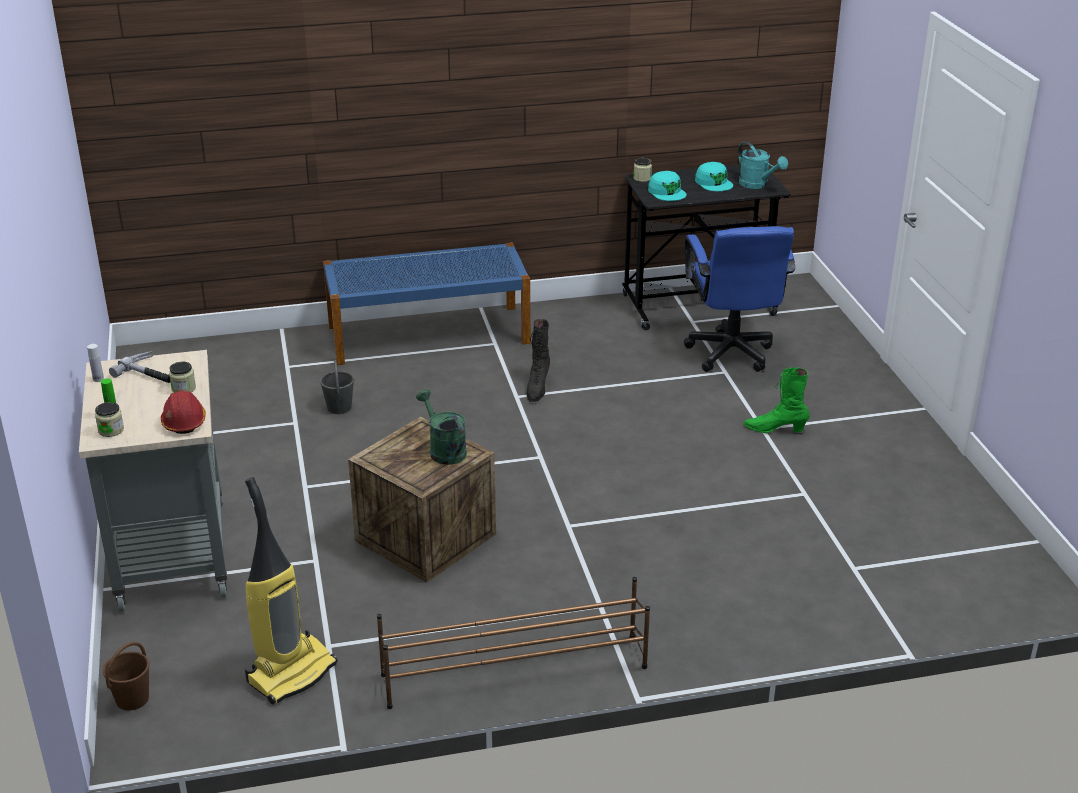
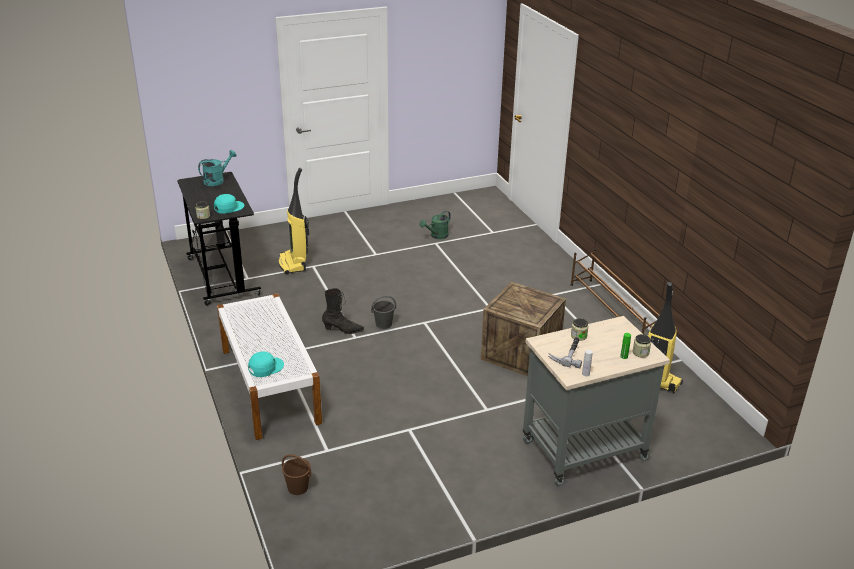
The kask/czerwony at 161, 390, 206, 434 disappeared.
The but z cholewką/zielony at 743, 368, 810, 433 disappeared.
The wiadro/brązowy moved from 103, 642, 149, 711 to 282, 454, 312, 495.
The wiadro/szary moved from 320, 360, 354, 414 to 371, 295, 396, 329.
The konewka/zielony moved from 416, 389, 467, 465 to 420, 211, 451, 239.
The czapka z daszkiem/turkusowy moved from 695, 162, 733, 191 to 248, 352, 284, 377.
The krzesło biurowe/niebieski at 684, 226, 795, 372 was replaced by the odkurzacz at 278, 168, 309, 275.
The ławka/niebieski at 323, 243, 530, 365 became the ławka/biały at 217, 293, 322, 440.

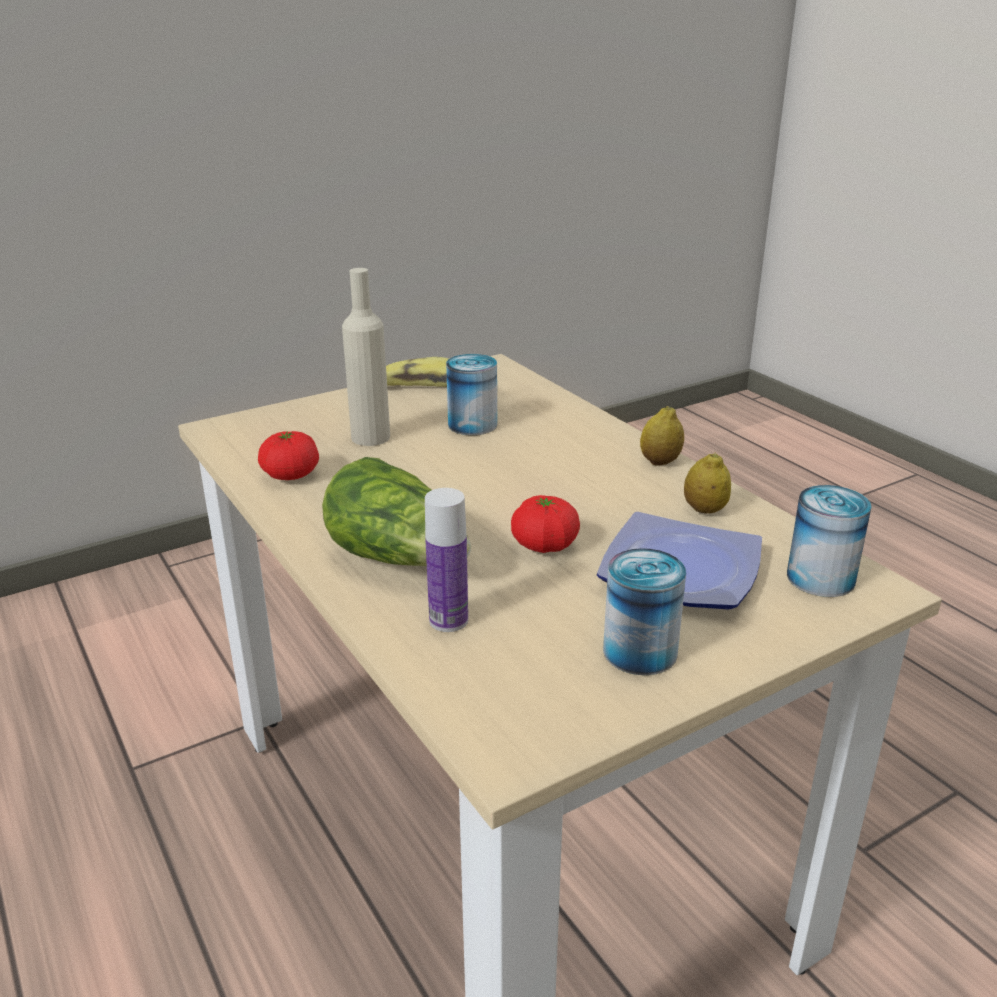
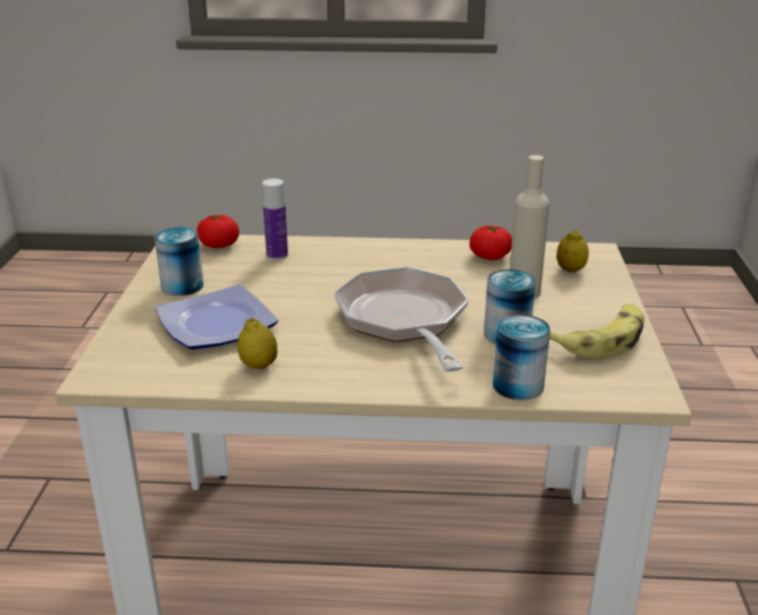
The sałata at 322, 457, 471, 566 disappeared.
The patelnia at 334, 267, 469, 372 appeared.
The pomidor moved from 511, 495, 580, 553 to 197, 215, 239, 248.
The cytryna moved from 640, 406, 684, 466 to 557, 230, 589, 272.
The puszka moved from 787, 485, 871, 597 to 493, 314, 550, 400.

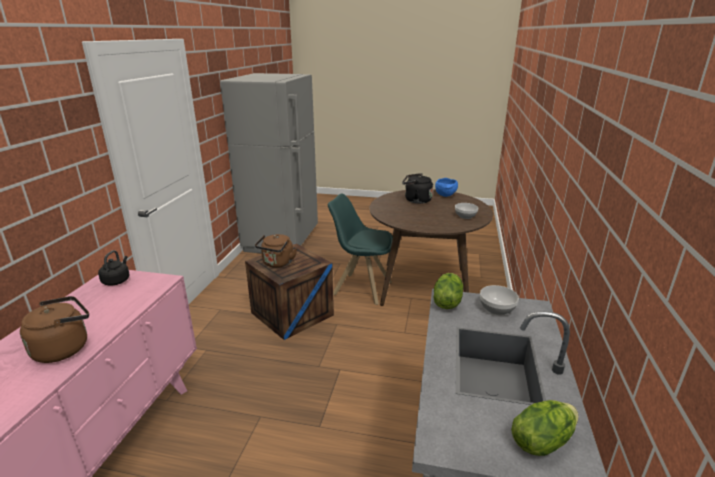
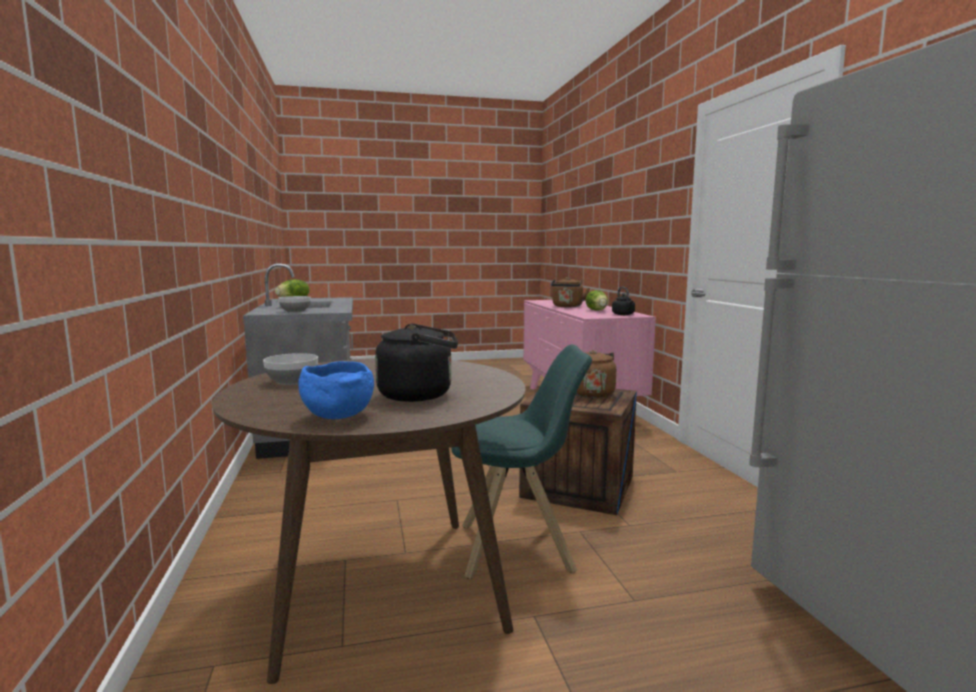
The sałata moved from 434, 273, 463, 309 to 586, 290, 608, 311.

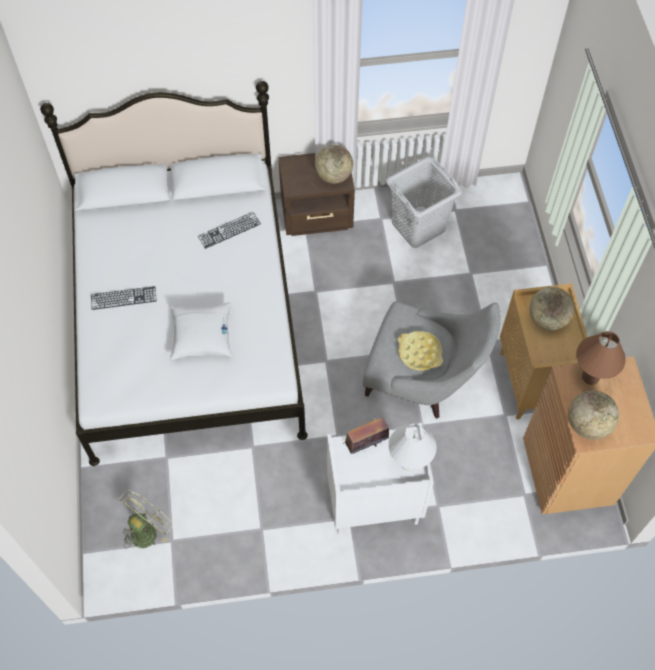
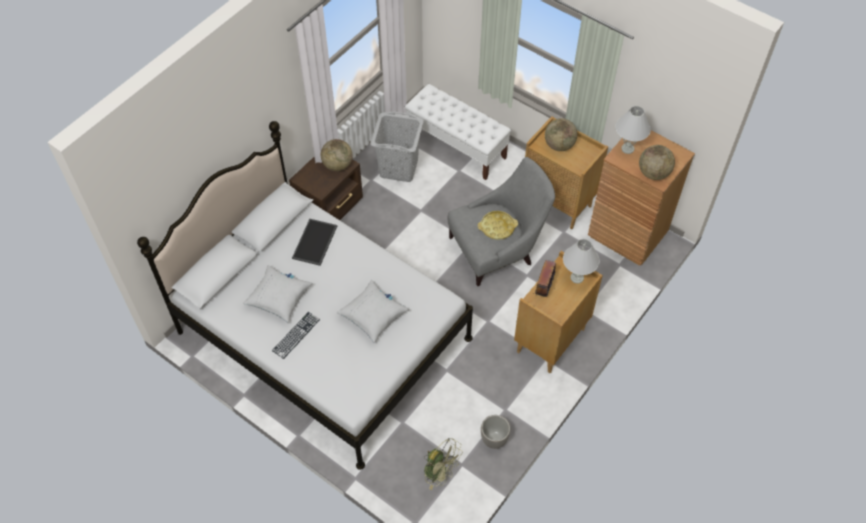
The poduszka/szary at 243, 265, 313, 323 appeared.
The ławka/biały at 405, 84, 511, 180 appeared.
The donica at 481, 415, 510, 449 appeared.
The klawiatura at 198, 212, 261, 249 was replaced by the taca at 292, 219, 337, 266.
The szafka/biały at 327, 423, 434, 535 became the szafka/brązowy at 514, 251, 603, 373.
The lampa stołowa/brązowy at 576, 331, 626, 385 became the lampa stołowa/biały at 615, 106, 651, 154.
The wentylator/zielony at 119, 490, 173, 548 turned 135 degrees clockwise.

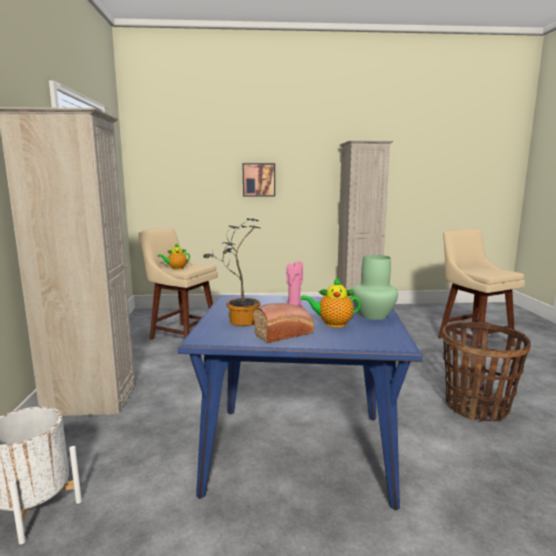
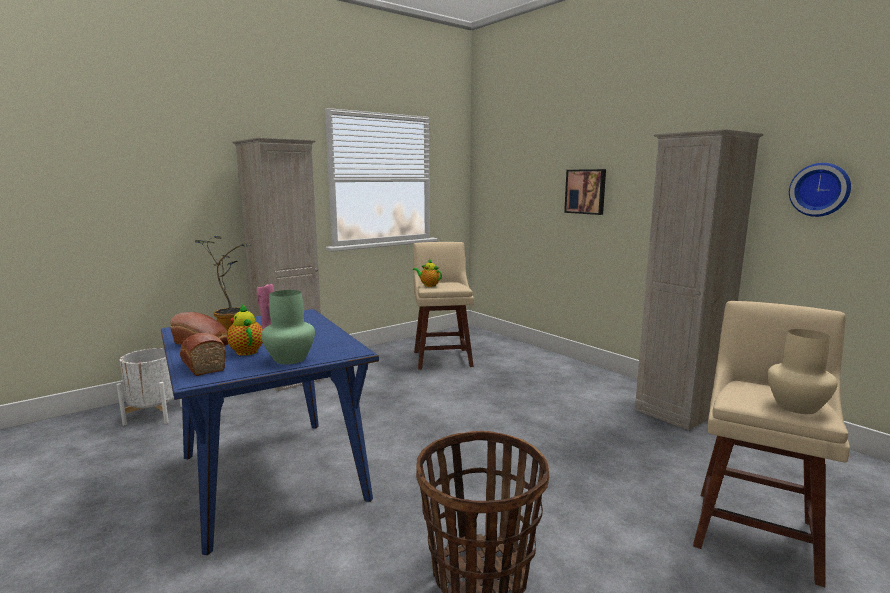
The chleb at 180, 333, 226, 376 appeared.
The wazon/beżowy at 767, 329, 838, 414 appeared.
The zegar ścienny at 789, 163, 851, 217 appeared.

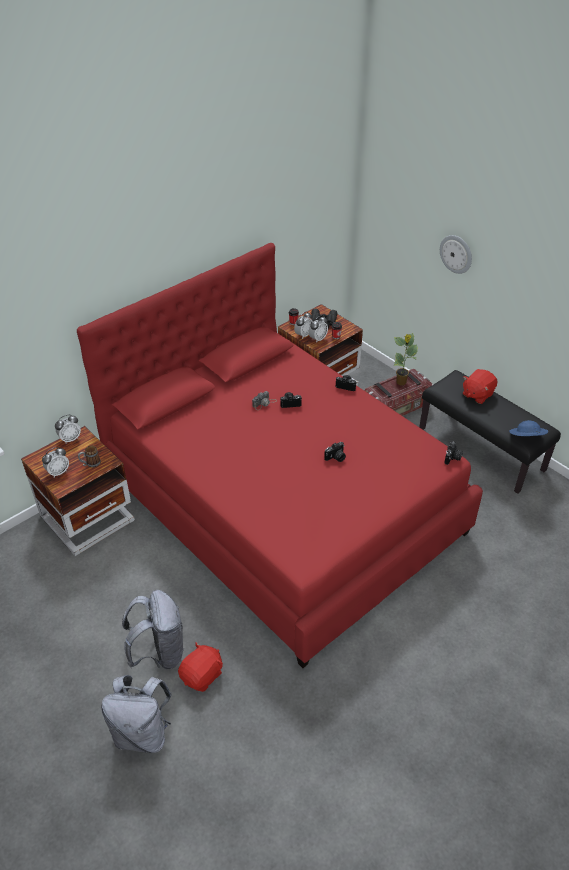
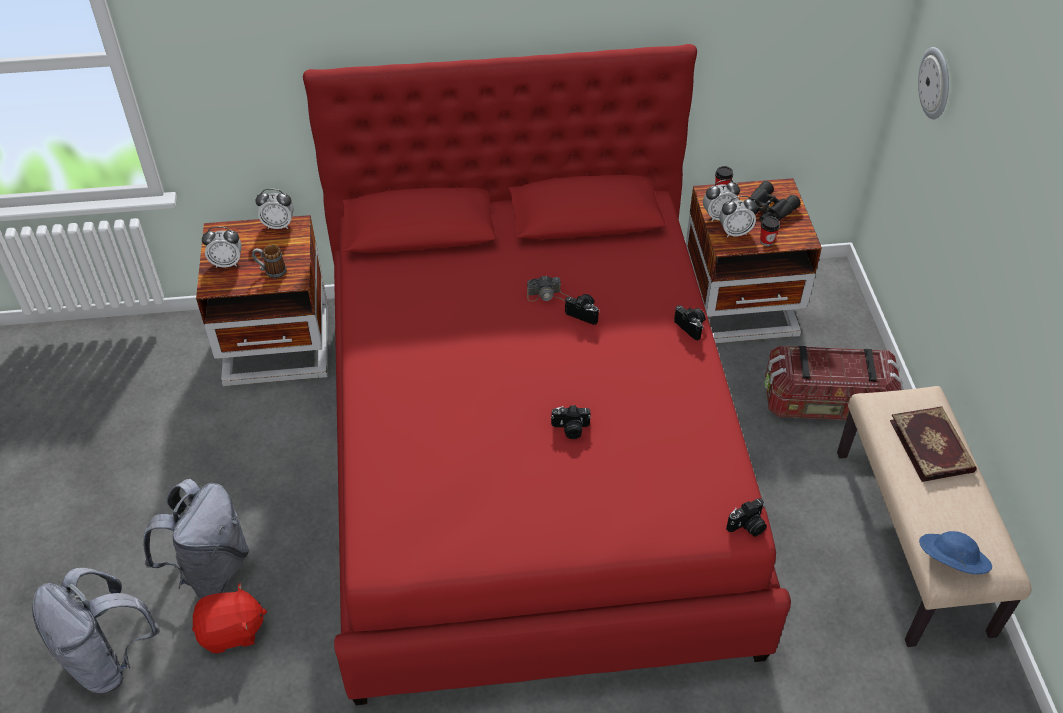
The roślina doniczkowa at 394, 333, 418, 385 disappeared.
The zegar ścienny moved from 440, 235, 472, 274 to 918, 47, 949, 120.
The pluszak/czerwony at 463, 369, 497, 404 was replaced by the książka at 890, 406, 977, 482.
The ławka/czarny at 419, 370, 561, 494 became the ławka/beżowy at 837, 386, 1032, 647.

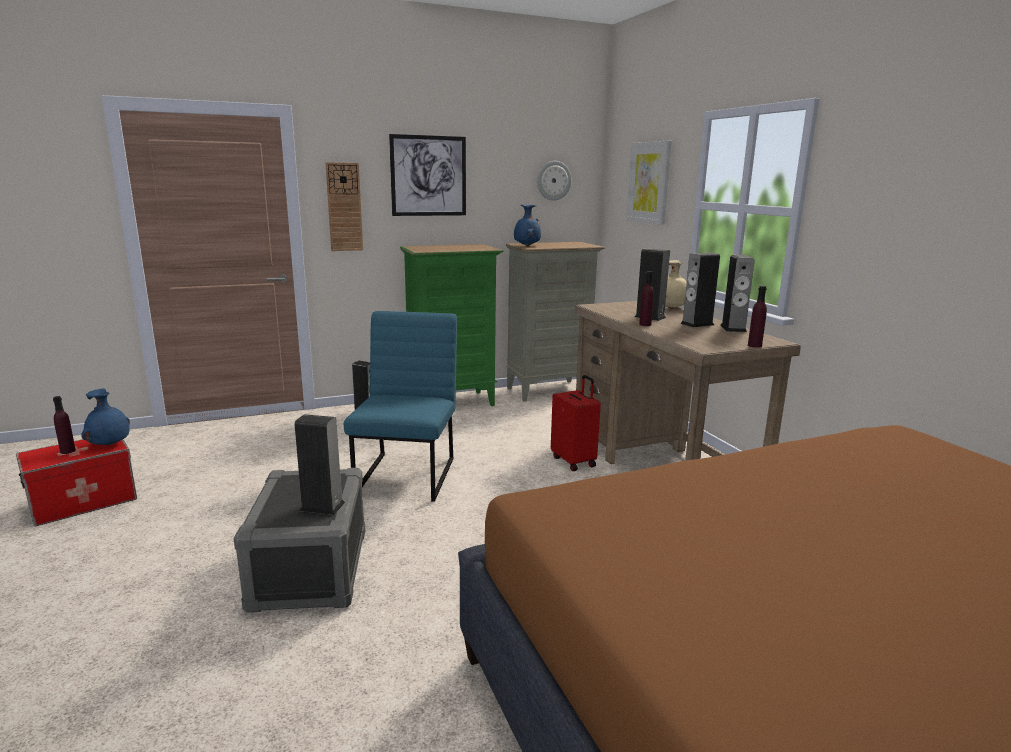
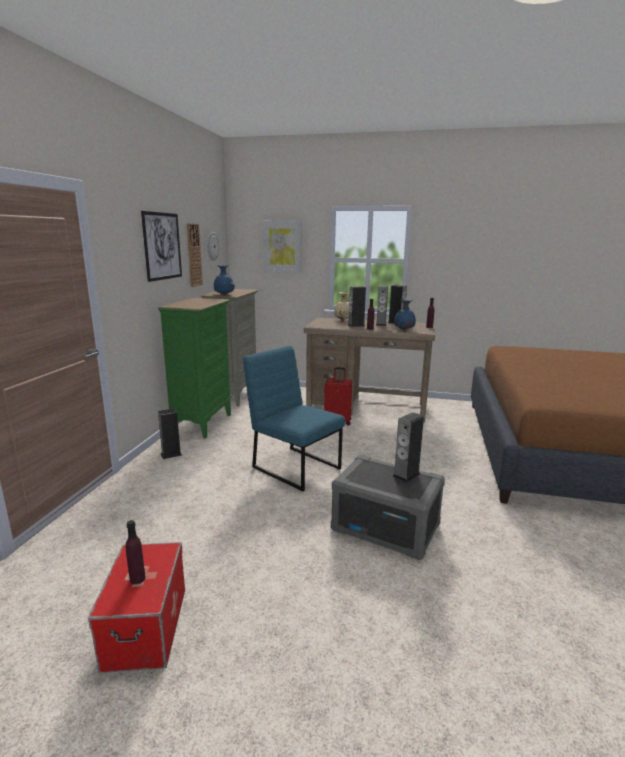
The wazon/niebieski moved from 81, 388, 130, 445 to 394, 299, 416, 330.
The zegar ścienny moved from 325, 162, 363, 251 to 187, 223, 203, 287.

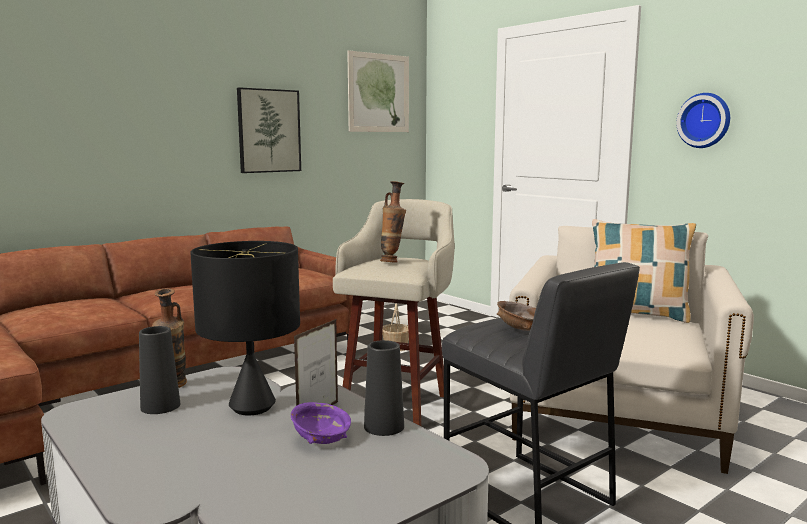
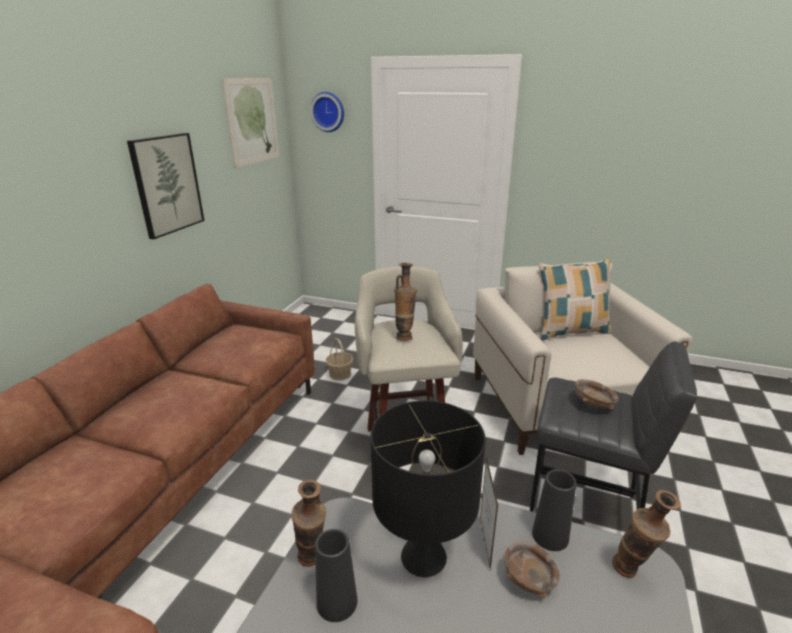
The wazon at 612, 490, 681, 578 appeared.
The zegar ścienny moved from 676, 93, 730, 148 to 310, 92, 344, 132.
The miska/fioletowy at 291, 402, 351, 444 became the miska/brązowy at 505, 541, 560, 598.

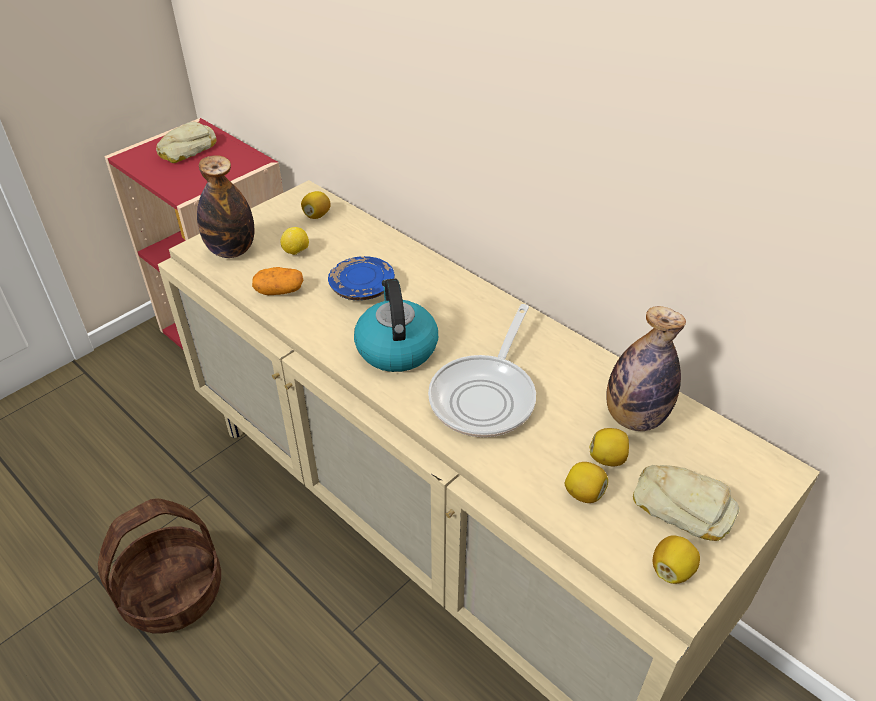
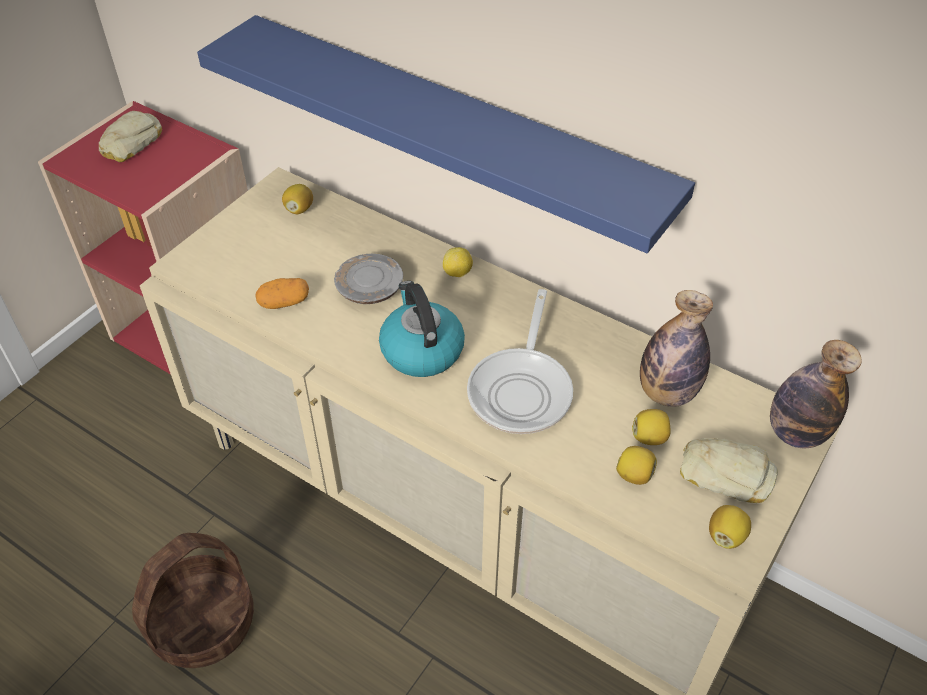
The półka/niebieski at 197, 15, 695, 253 appeared.
The butelka moved from 197, 155, 254, 258 to 770, 340, 861, 448.
The cytryna moved from 280, 227, 309, 255 to 443, 247, 473, 277.
The talerz/niebieski at 328, 256, 395, 300 became the talerz/szary at 334, 254, 403, 304.

